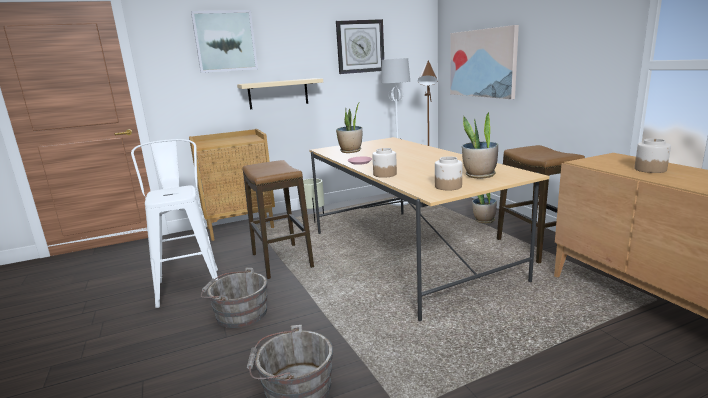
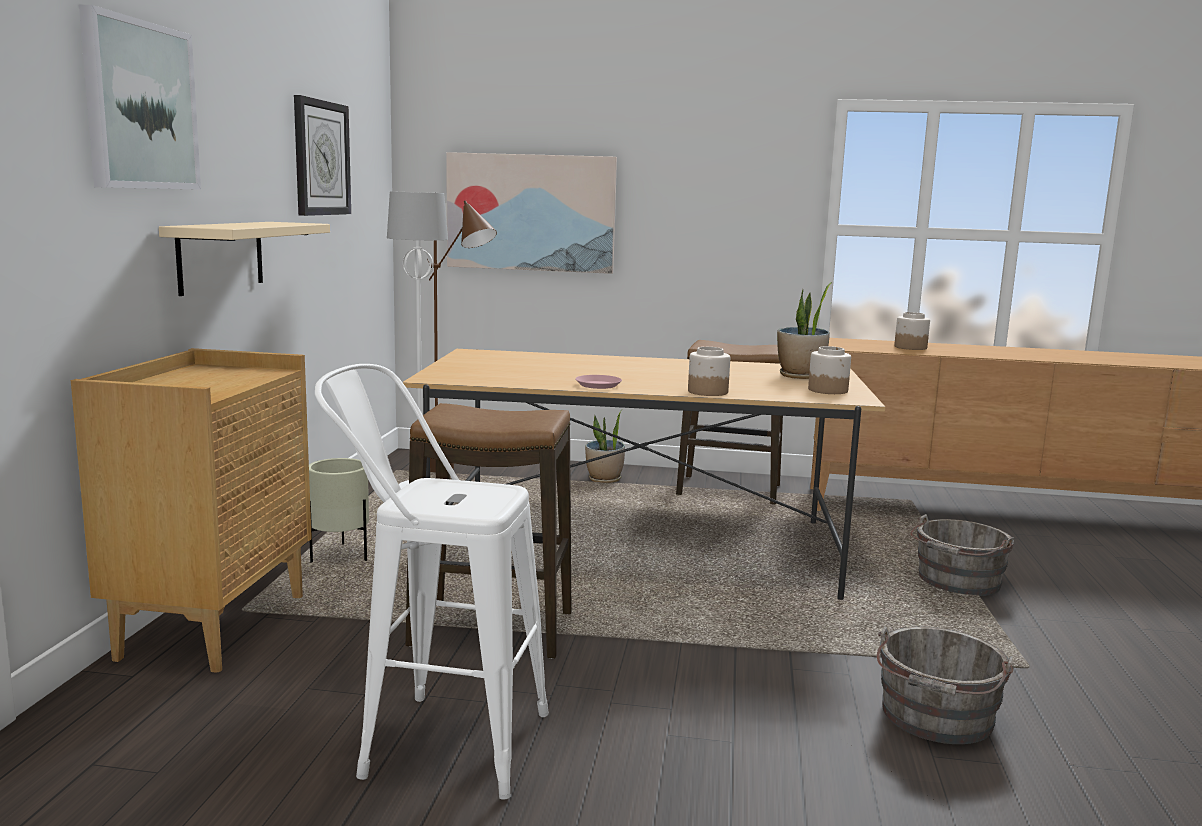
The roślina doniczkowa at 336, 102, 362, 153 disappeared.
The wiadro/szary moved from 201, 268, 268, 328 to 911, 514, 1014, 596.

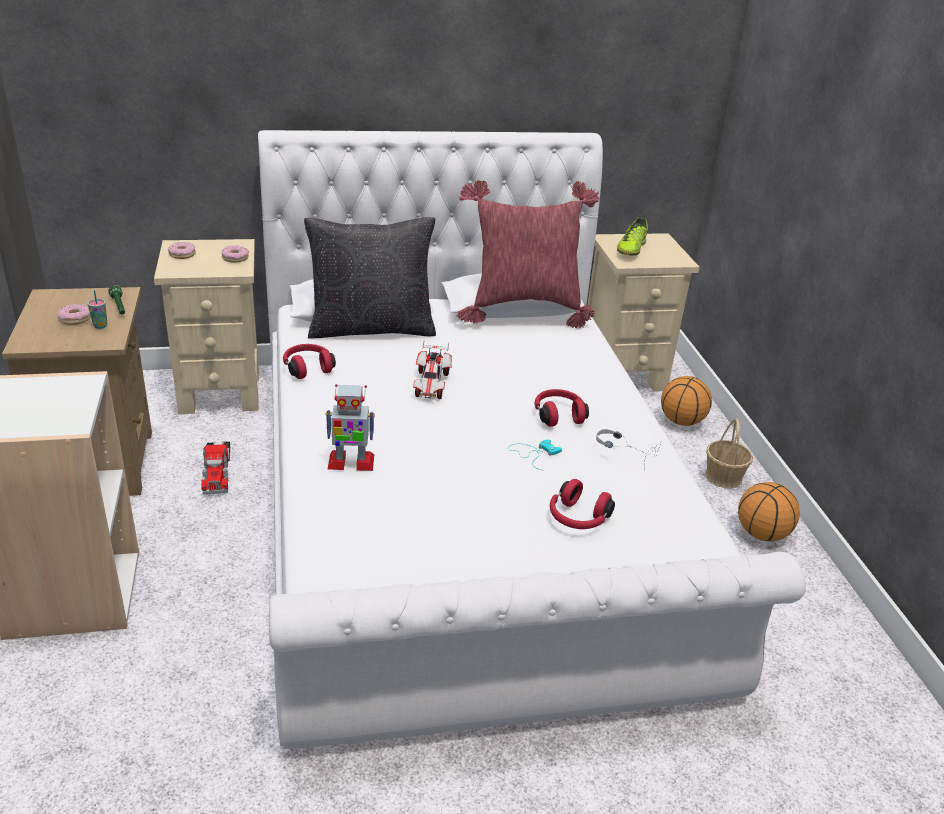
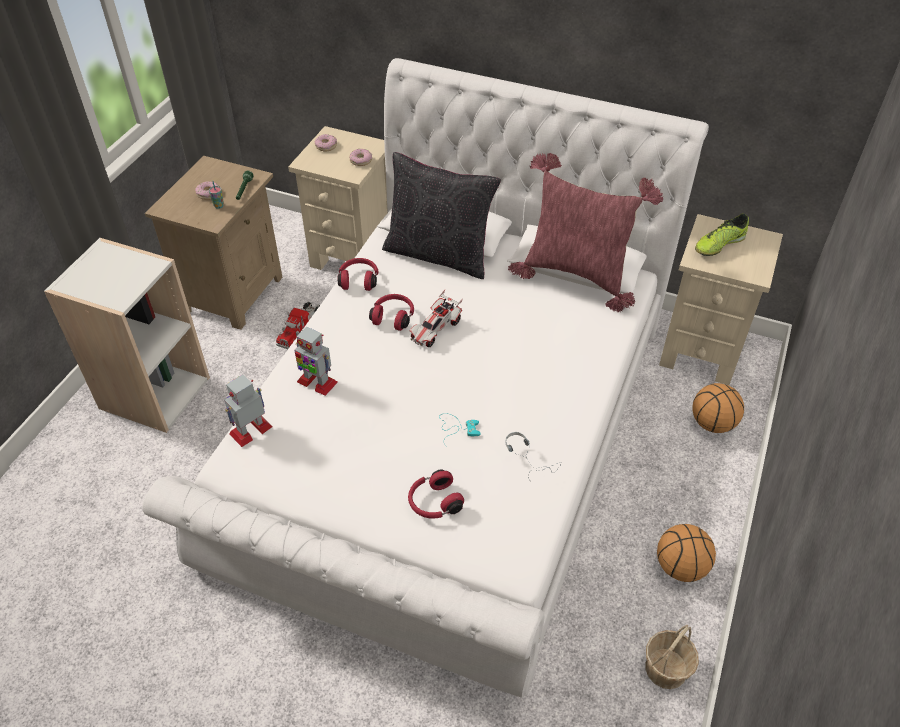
The robot zabawkowy at 224, 374, 273, 447 appeared.
The słuchawki/czerwony moved from 535, 389, 589, 427 to 369, 294, 414, 331.
The koszyk moved from 705, 418, 753, 488 to 646, 625, 699, 689.

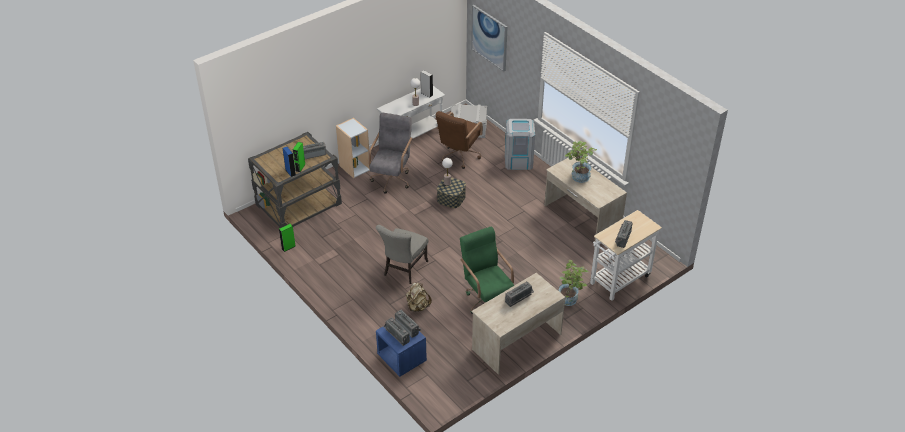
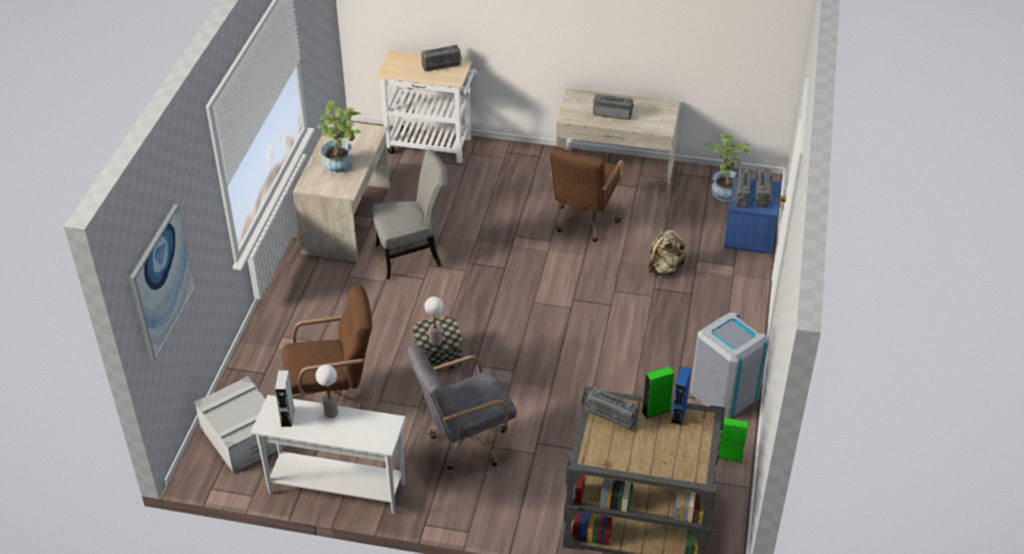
The regał at 336, 118, 370, 178 disappeared.
The krzesło/szary moved from 376, 225, 428, 284 to 372, 149, 448, 280.
The kosz na śmieci/szary moved from 505, 119, 535, 170 to 691, 312, 769, 418.
The roślina doniczkowa moved from 559, 260, 589, 306 to 705, 134, 751, 202.
The krzesło biurowe/zielony at 460, 227, 514, 314 became the krzesło biurowe/brązowy at 549, 146, 624, 242.

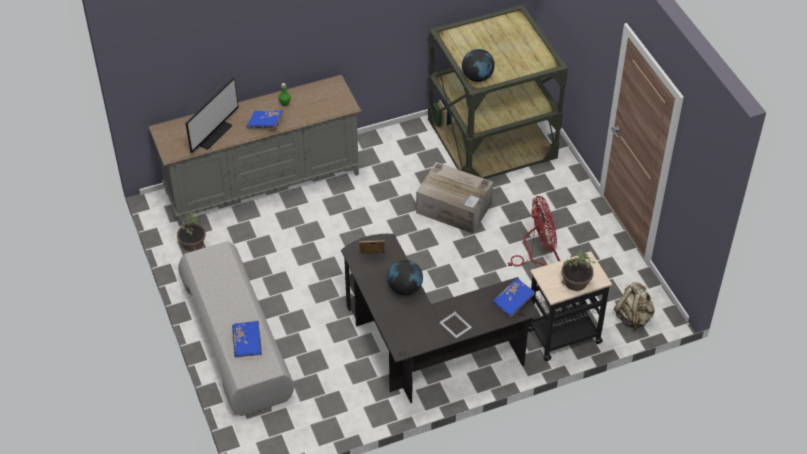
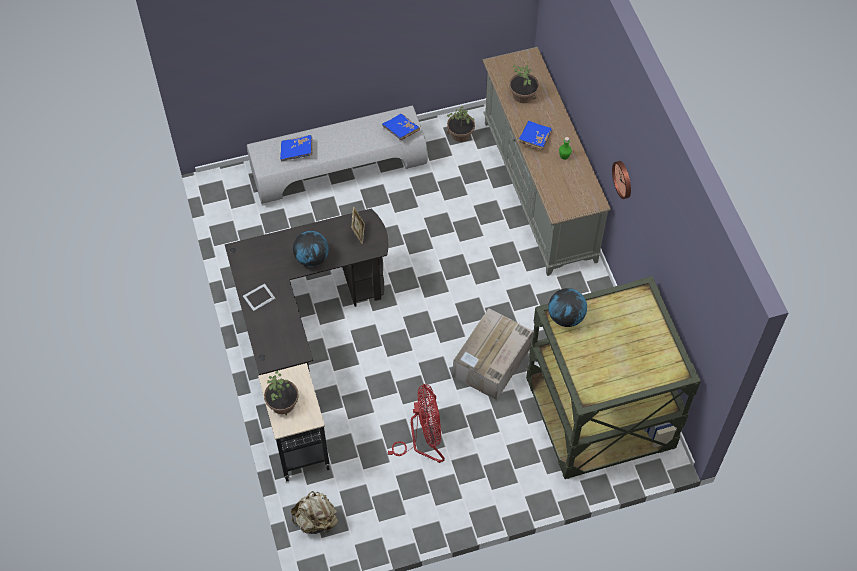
The zegar ścienny at 612, 161, 631, 199 appeared.
The książka/niebieski moved from 493, 279, 536, 318 to 382, 114, 420, 141.
The monitor at 186, 78, 239, 153 was replaced by the roślina doniczkowa at 509, 65, 539, 103.
The wentylator/czerwony at 507, 196, 560, 267 turned 90 degrees counterclockwise.

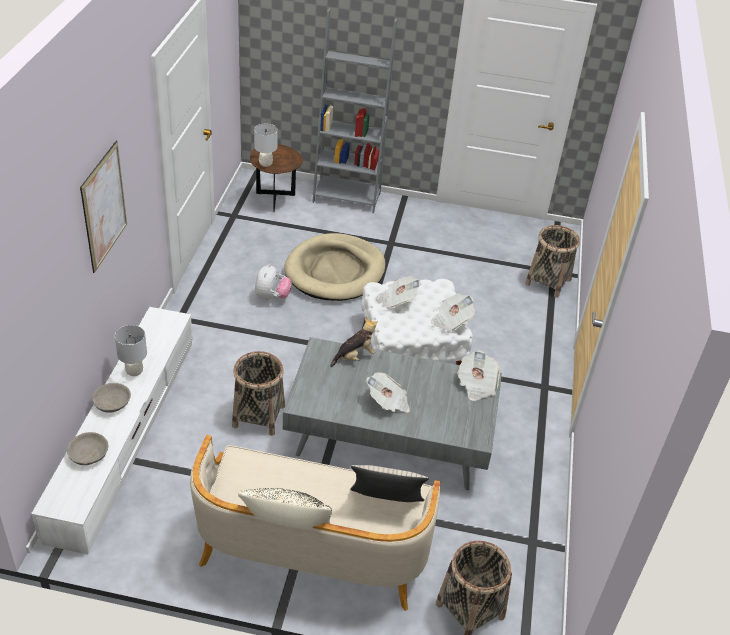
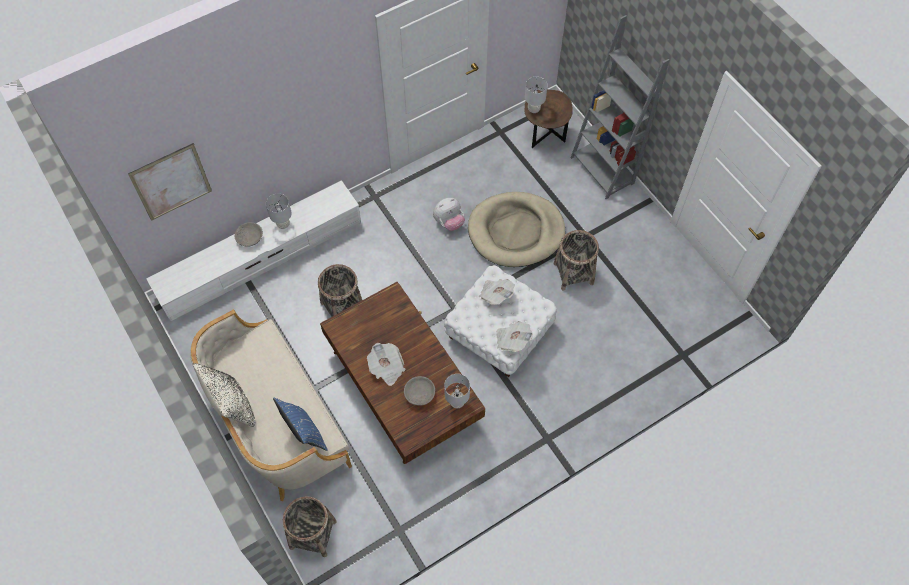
The pluszak at 330, 317, 378, 367 disappeared.
The miska/szary moved from 67, 432, 108, 465 to 404, 376, 435, 406.
The obraz moved from 80, 141, 127, 273 to 128, 143, 212, 221.
The koszyk moved from 525, 225, 580, 298 to 554, 230, 599, 291.
The gazeta at 457, 350, 501, 401 was replaced by the lampa stołowa/szary at 444, 374, 470, 408.
The ława/szary at 283, 337, 502, 490 became the ława/brązowy at 320, 282, 485, 464.
The poduszka/beżowy at 350, 465, 429, 502 became the poduszka/niebieski at 273, 398, 328, 451.

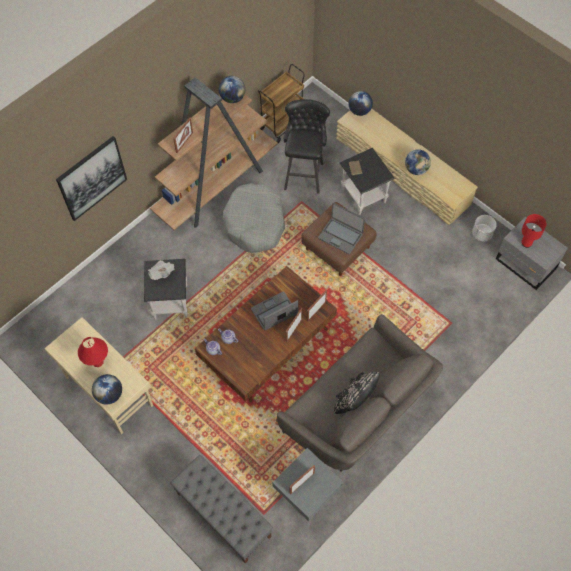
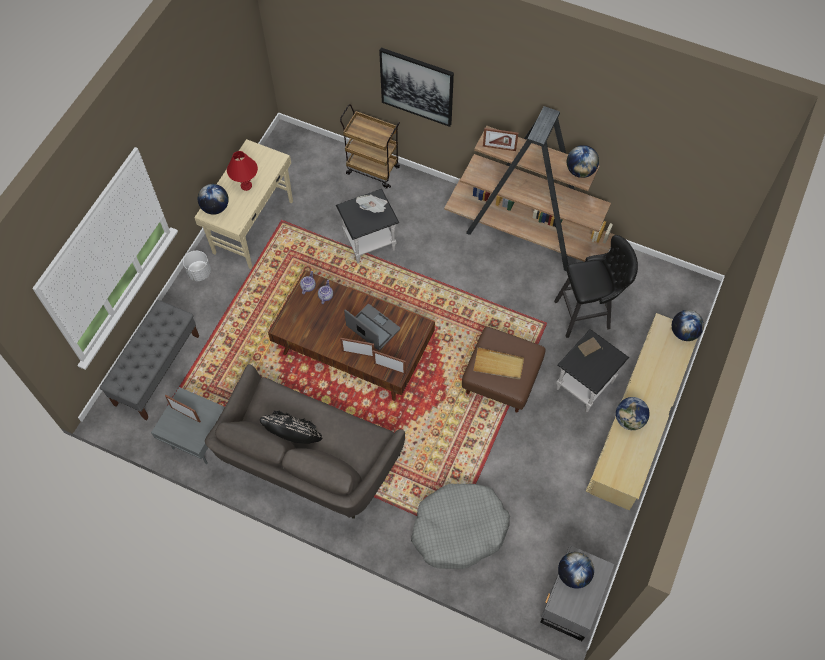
The legowisko/szary moved from 223, 183, 285, 253 to 411, 484, 510, 569.
The wózek/brązowy moved from 258, 64, 305, 144 to 340, 104, 400, 189.
The donica/biały moved from 472, 215, 497, 241 to 183, 251, 211, 281.
The laptop at 318, 203, 365, 254 was replaced by the taca/beżowy at 473, 347, 524, 379.
The lampa stołowa/czerwony at 522, 214, 546, 248 was replaced by the globus at 558, 552, 594, 589.

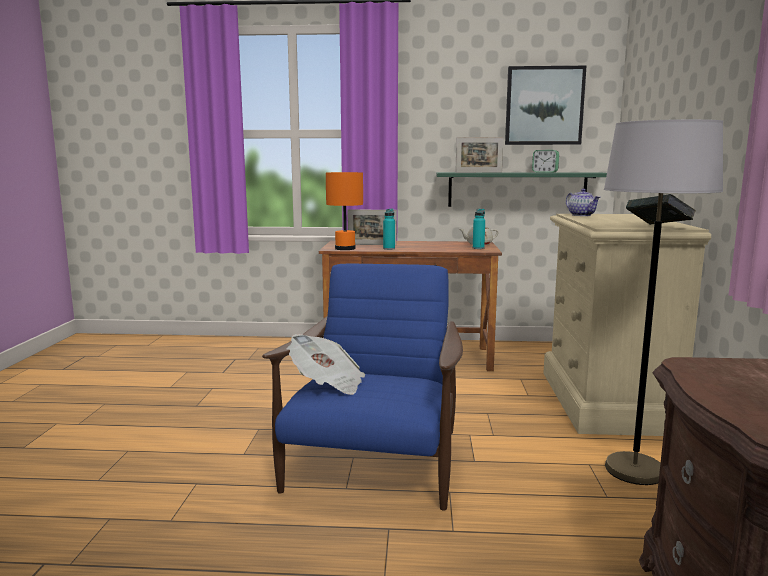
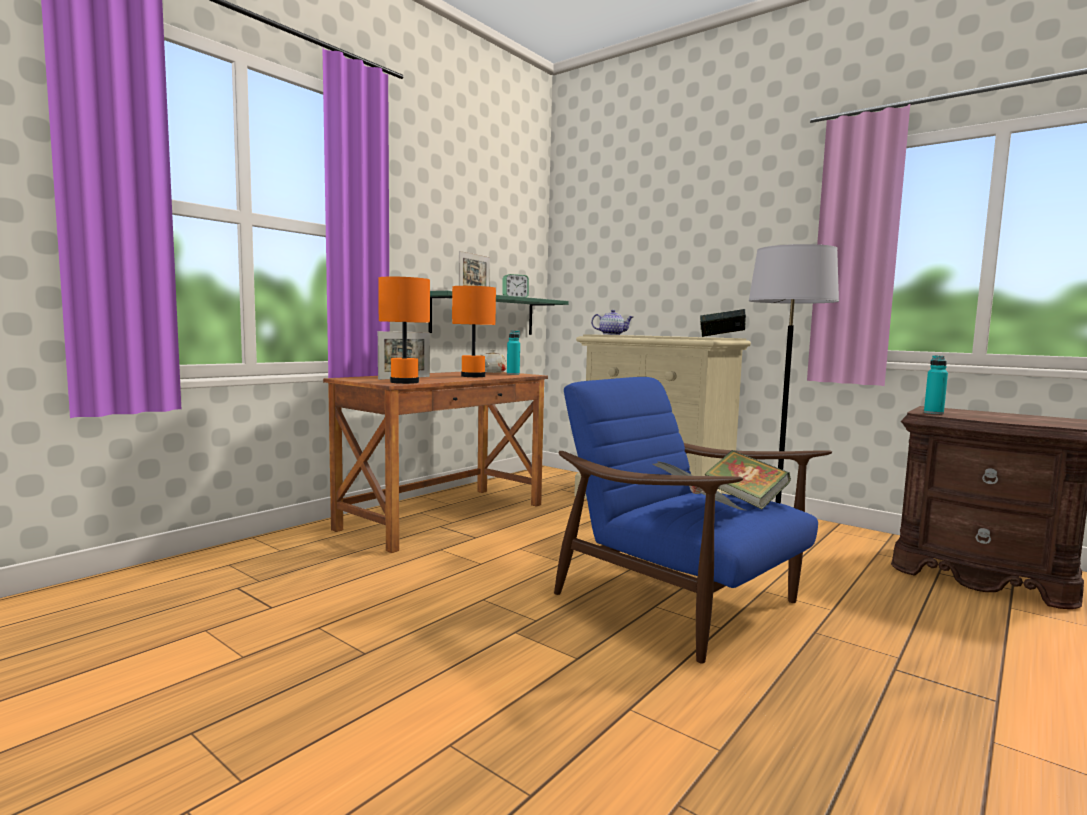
The obraz at 505, 66, 586, 145 disappeared.
The lampa stołowa/pomarańczowy at 452, 286, 496, 377 appeared.
The książka at 705, 450, 791, 509 appeared.
The butelka/turkusowy moved from 383, 209, 395, 250 to 924, 355, 948, 414.

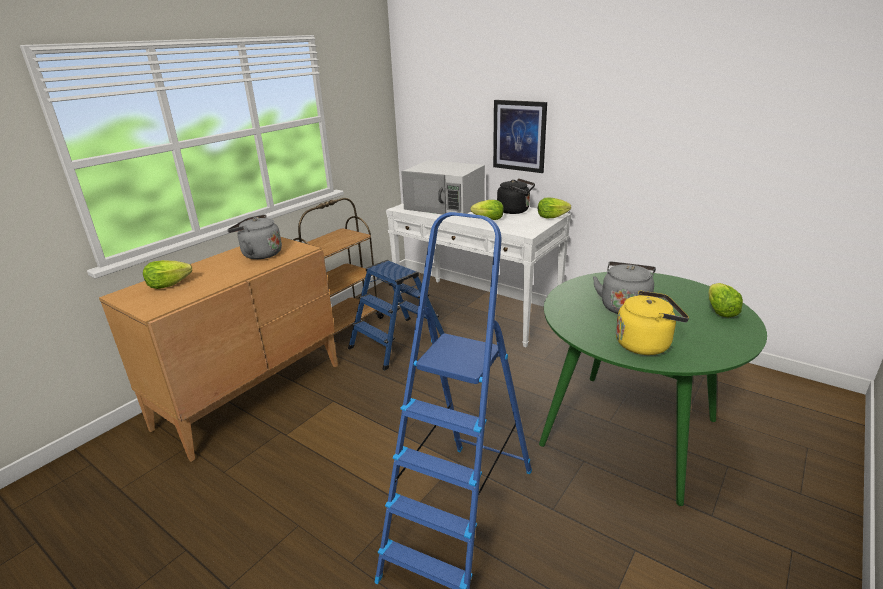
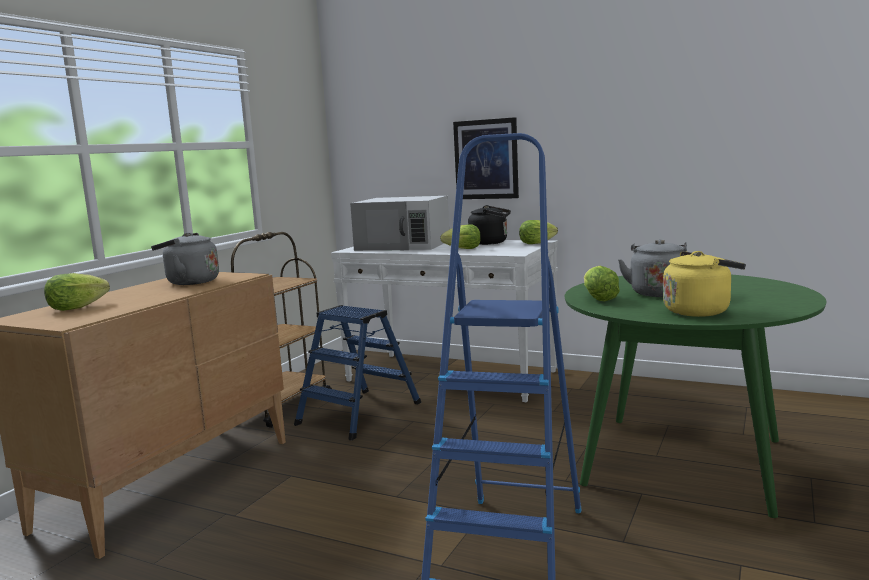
The sałata moved from 708, 283, 743, 317 to 584, 266, 620, 301.

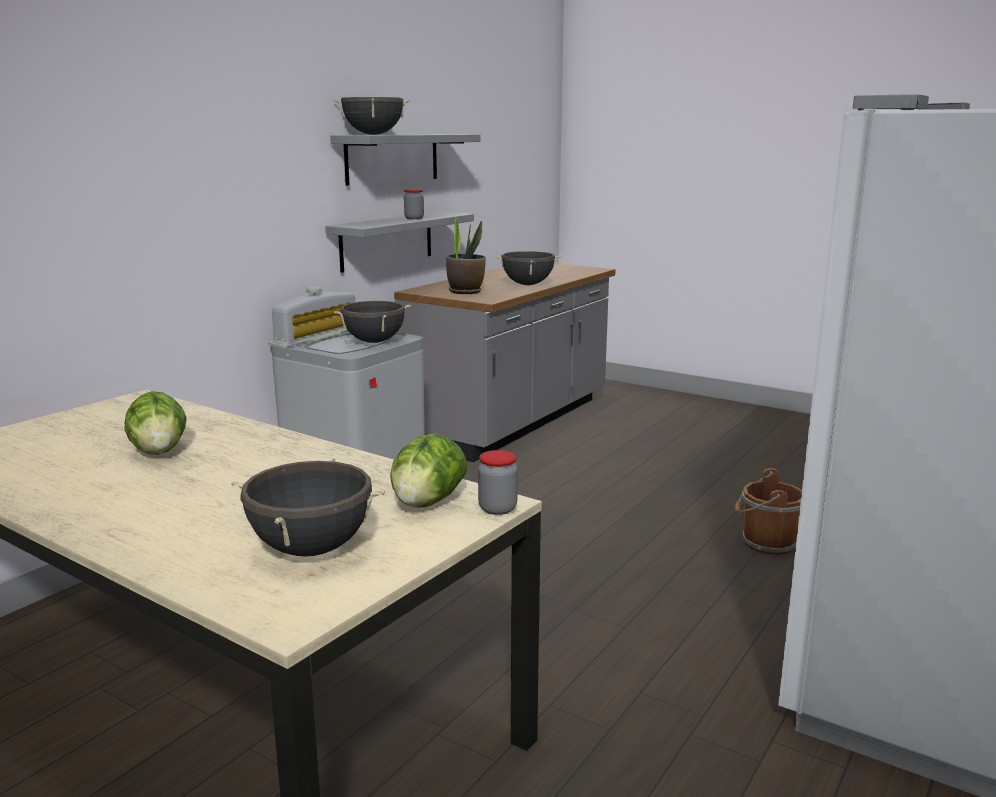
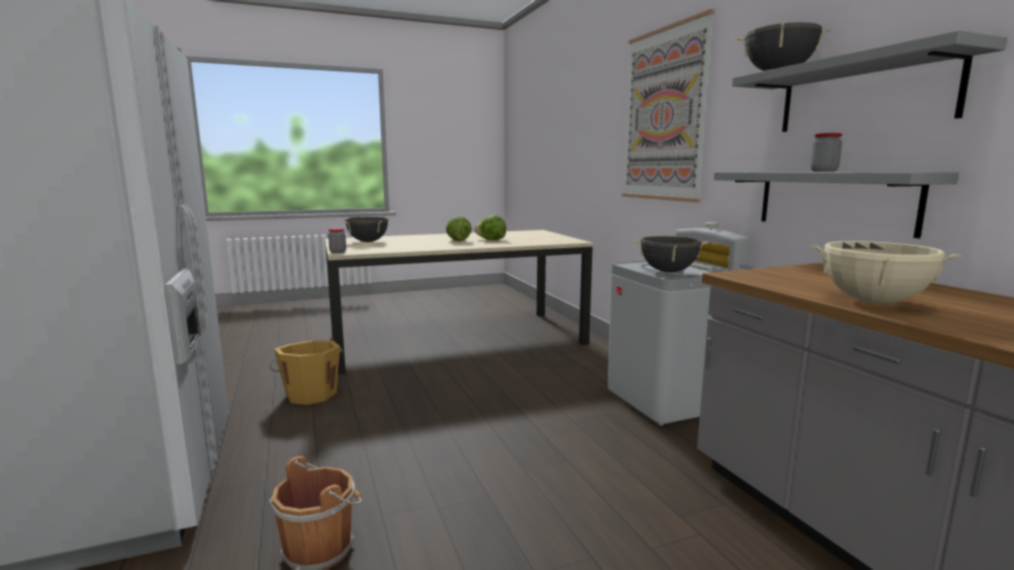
The roślina doniczkowa at 446, 215, 486, 294 disappeared.
The wiadro/pomarańczowy at 269, 340, 343, 405 appeared.
The obraz at 622, 9, 715, 202 appeared.
The sałata moved from 390, 433, 467, 508 to 446, 216, 472, 241.
The garnek/czarny at 495, 251, 561, 285 became the garnek/beżowy at 811, 241, 961, 303.

